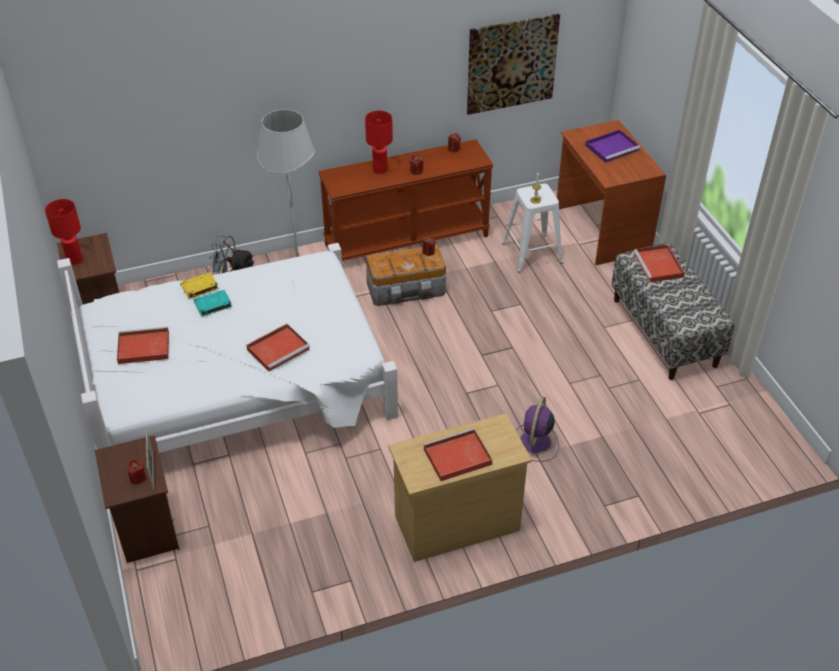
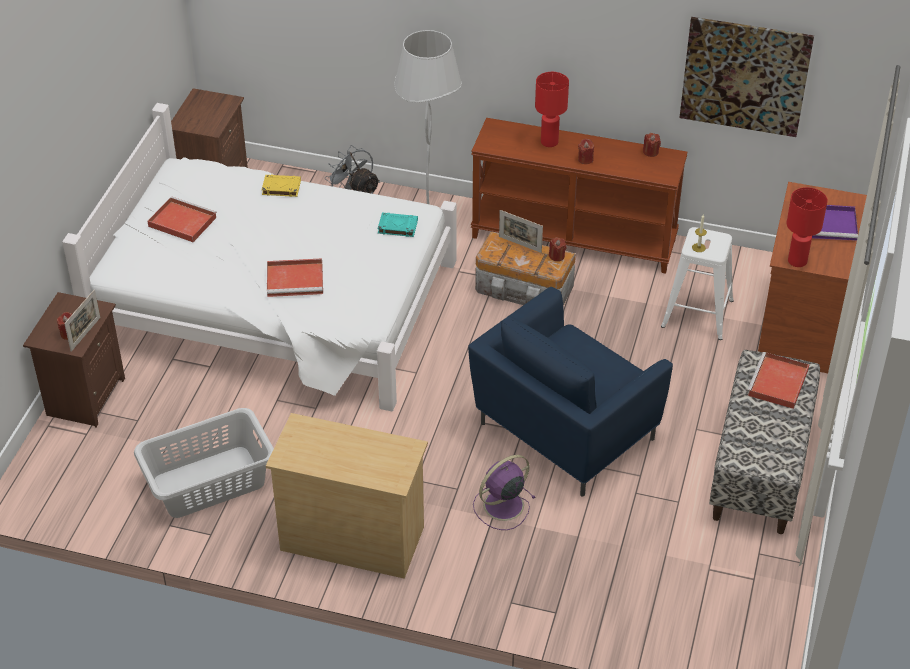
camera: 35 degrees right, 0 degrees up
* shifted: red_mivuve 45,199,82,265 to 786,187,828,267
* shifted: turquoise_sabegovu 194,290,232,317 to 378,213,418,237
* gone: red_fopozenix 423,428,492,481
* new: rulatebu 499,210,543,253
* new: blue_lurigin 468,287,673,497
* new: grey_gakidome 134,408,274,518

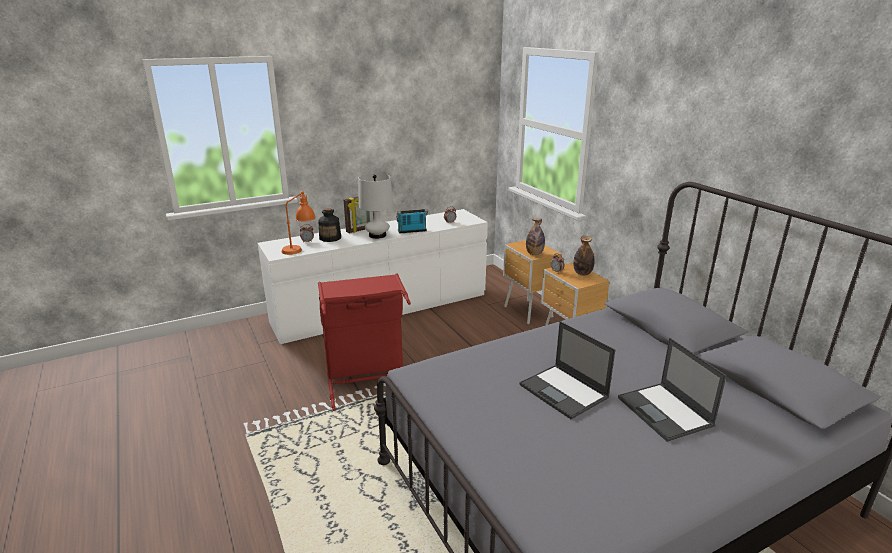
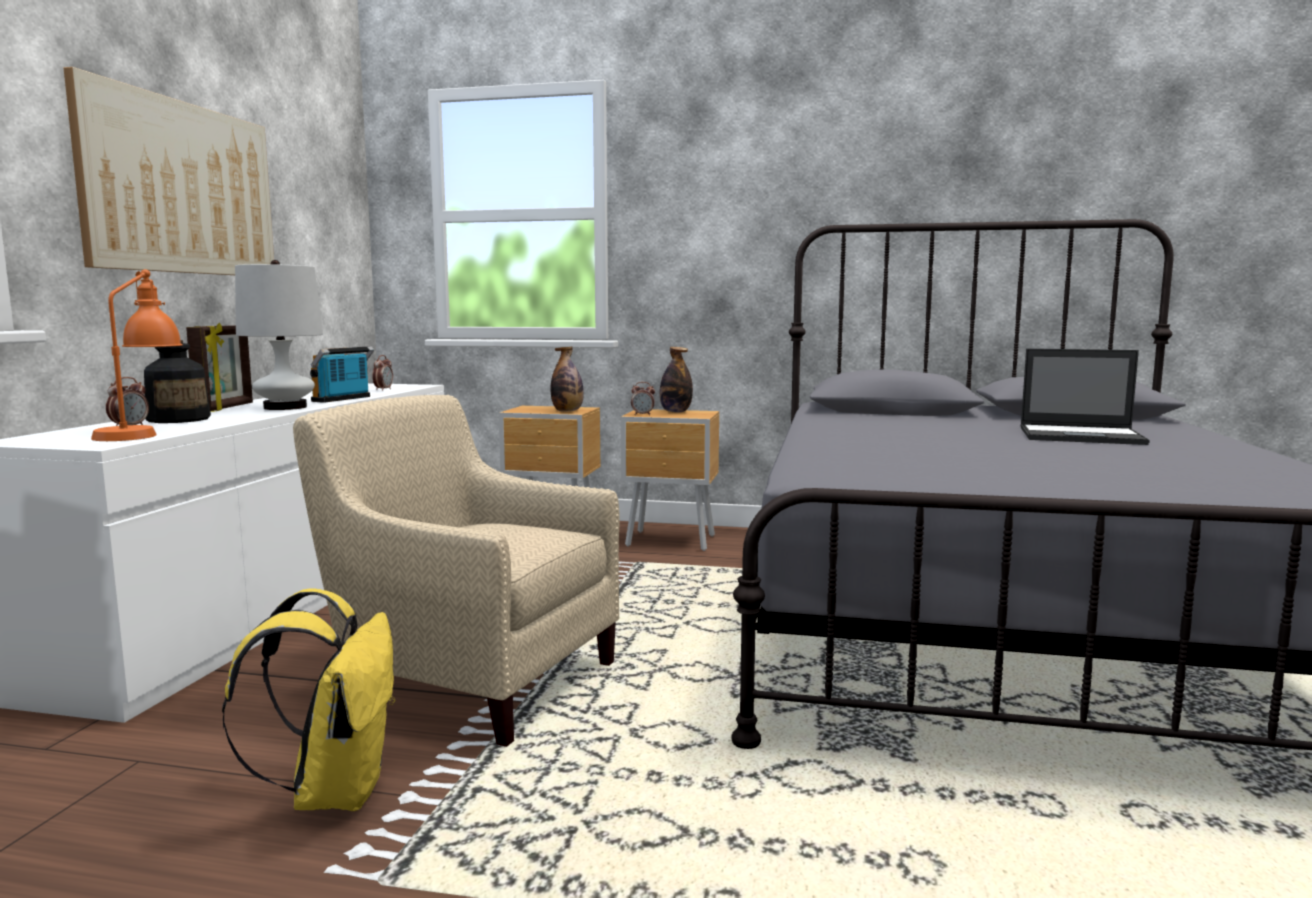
camera: 50 degrees left, 15 degrees down
* swapped: red_gakidome 318,274,411,411 to beige_lurigin 293,395,620,747
* gone: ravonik 519,321,615,419
* new: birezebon 63,67,274,275
* new: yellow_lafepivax 222,588,395,811

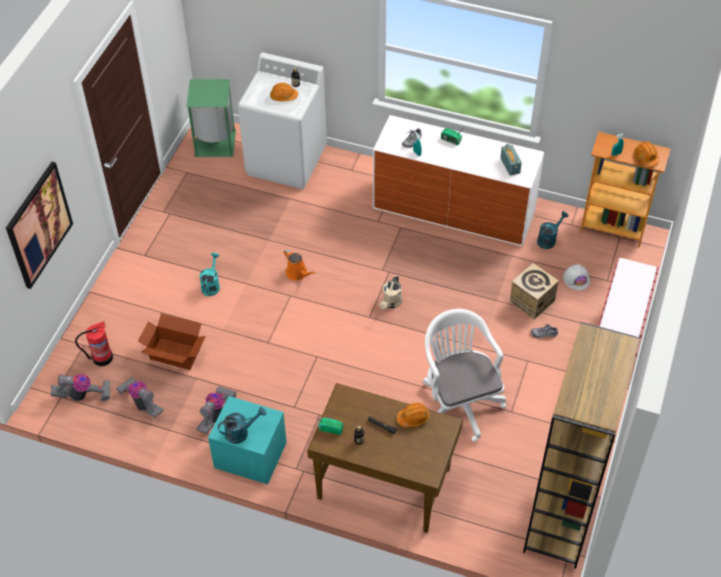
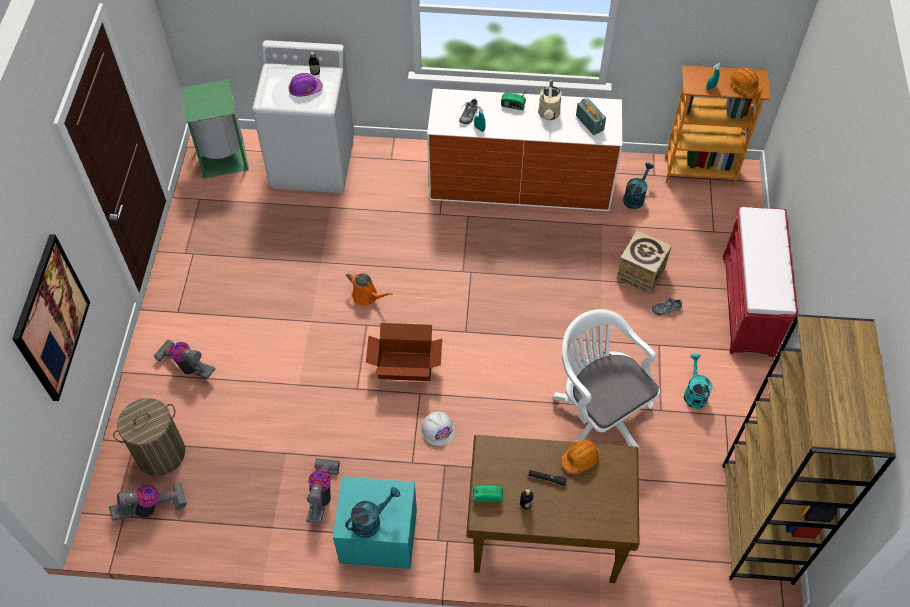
camera: 15 degrees left, 5 degrees up
* repainted: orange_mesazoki 270,83,298,101 to purple_mesazoki 288,73,323,97
* shifted: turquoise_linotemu 199,253,220,296 to 684,354,712,409
* shifted: white_mesazoki 563,264,590,290 to 421,412,455,446
* shifted: beige_linotemu 379,275,402,310 to 538,80,562,120
* shifted: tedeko 138,313,206,370 to 366,323,442,381
* swapped: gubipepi 75,321,113,366 to gakidome 113,398,185,476
* shifted: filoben 116,377,164,418 to 154,340,216,379

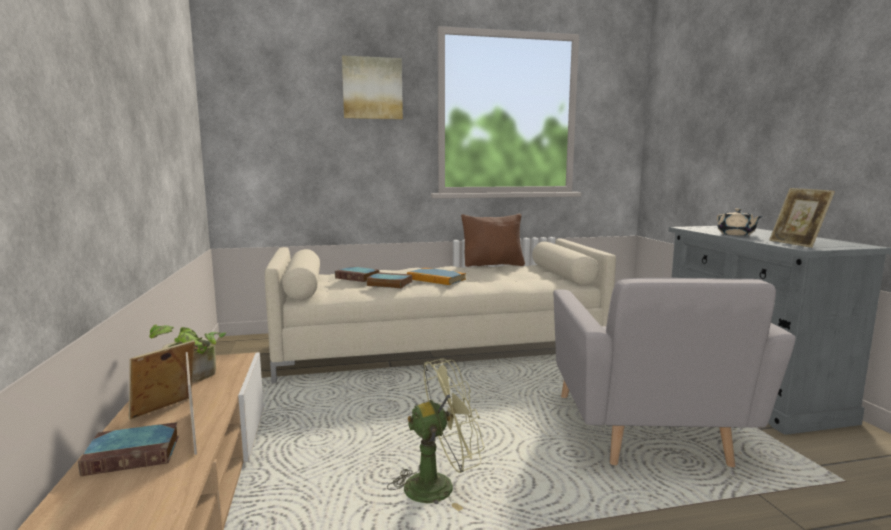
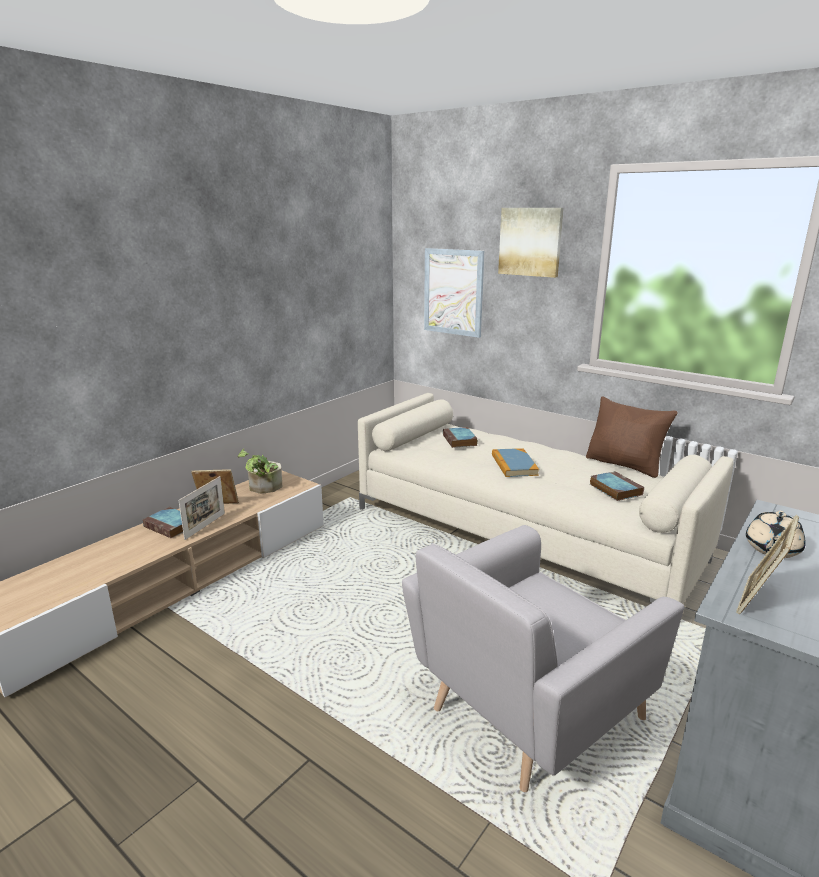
camera: 50 degrees right, 10 degrees up
* shifted: sabegovu 367,272,412,288 to 590,471,644,501
* gone: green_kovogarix 387,359,485,511
* new: birezebon 424,248,484,338

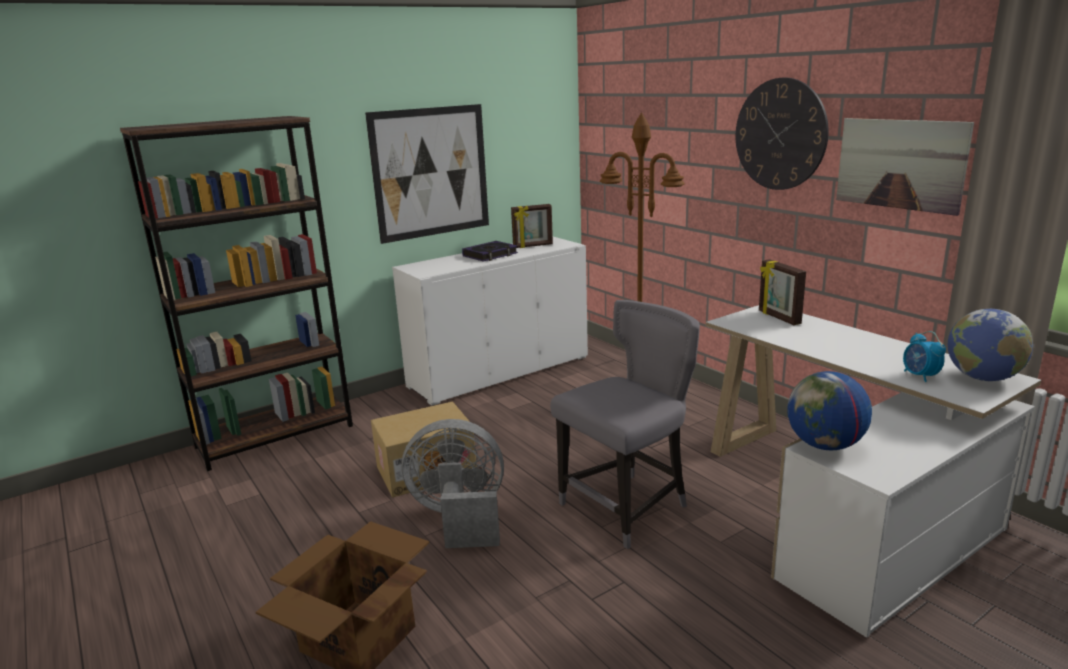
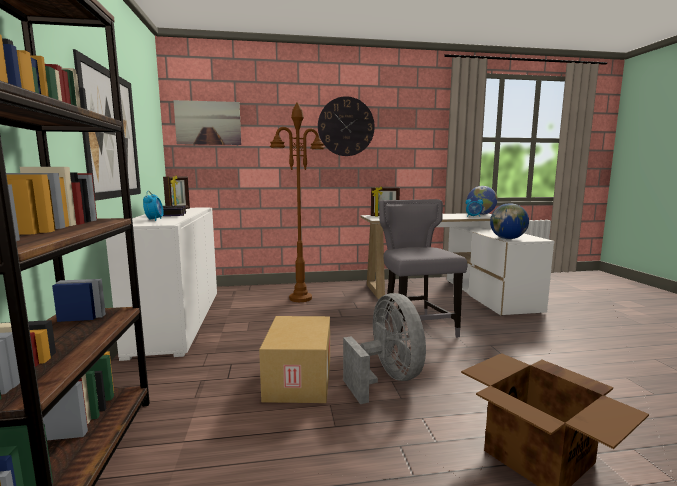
camera: 65 degrees left, 10 degrees down
* shifted: birezebon 836,118,974,216 to 174,100,241,145
* rotated: grey_kovogarix 401,419,504,548 = 343,293,426,404 135 degrees clockwise
* new: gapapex 143,191,164,221

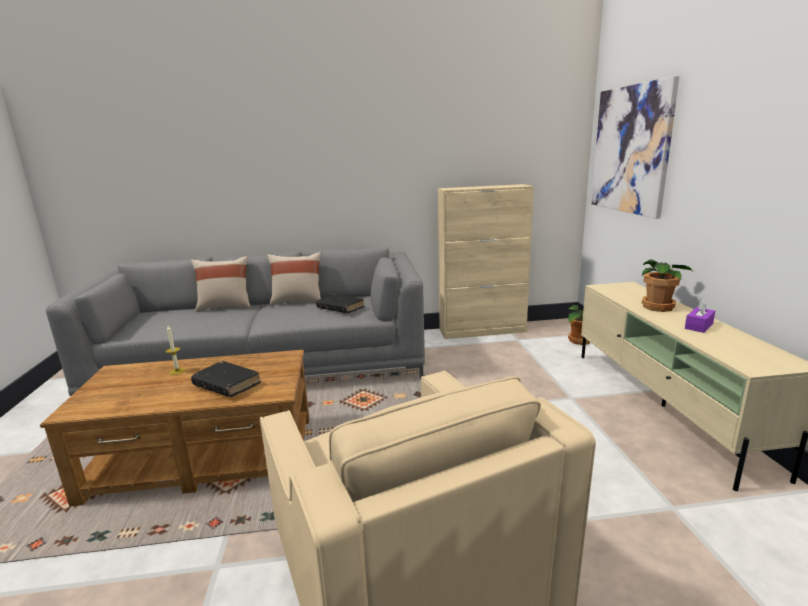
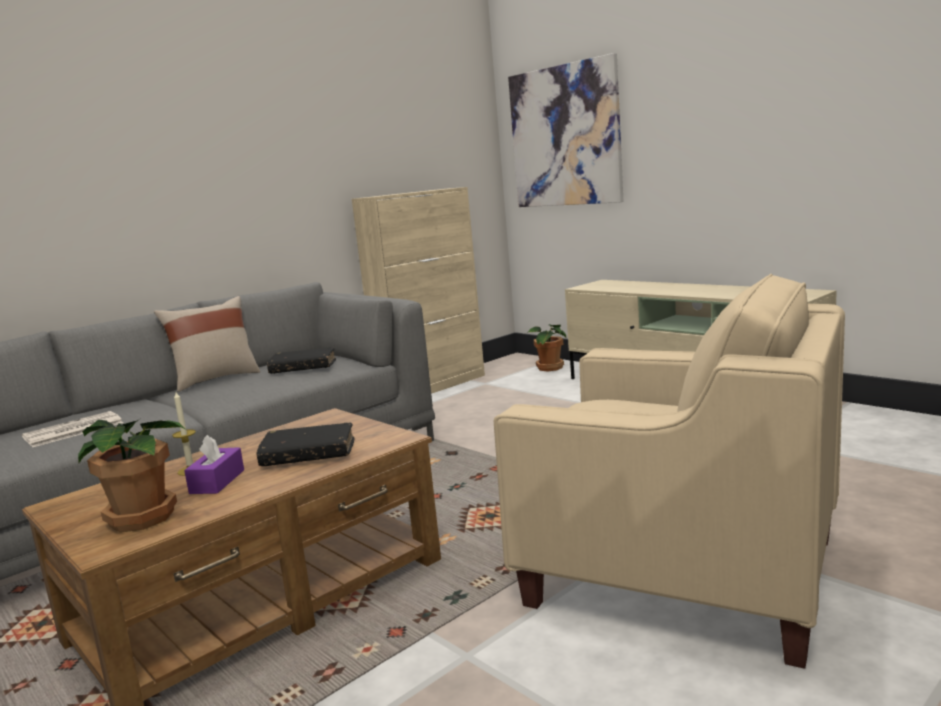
camera: 35 degrees left, 5 degrees down
* gone: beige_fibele 191,256,251,312
* shifted: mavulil 642,259,693,312 to 78,420,185,532
* shifted: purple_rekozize 685,300,715,333 to 184,435,244,494
* new: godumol 22,411,123,447

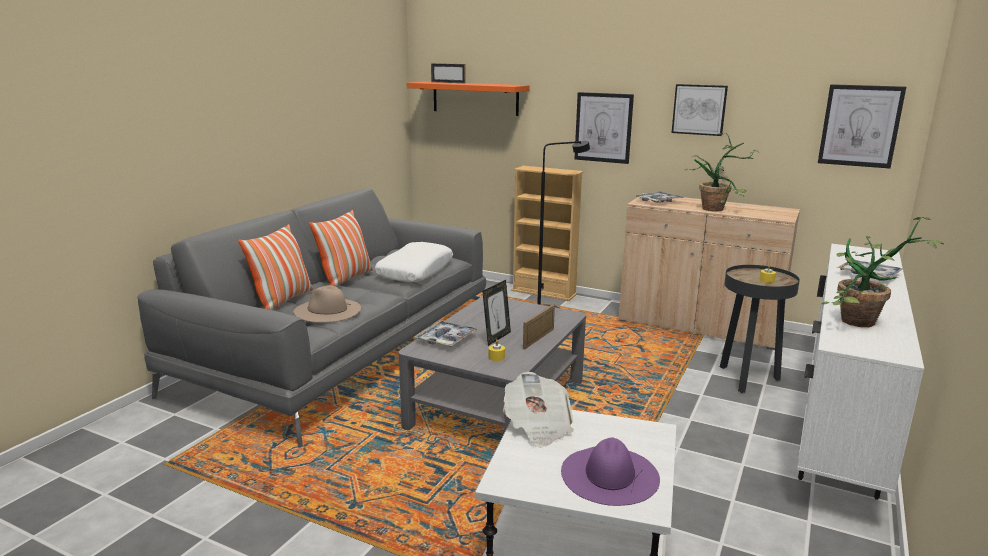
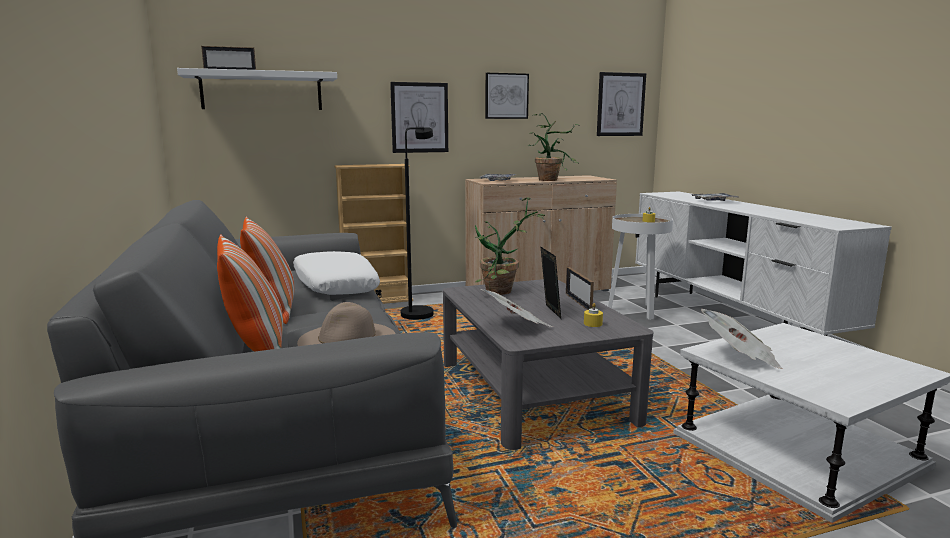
camera: 45 degrees left, 5 degrees down
* repainted: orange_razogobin 407,81,529,116 to white_razogobin 177,68,337,110
* shifted: mavulil 822,217,944,327 to 475,198,545,295
* repainted: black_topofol 720,265,800,393 to white_topofol 608,214,673,320
* swapped: fopozenix 415,321,478,347 to godumol 480,289,552,327
* gone: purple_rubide 561,438,660,506

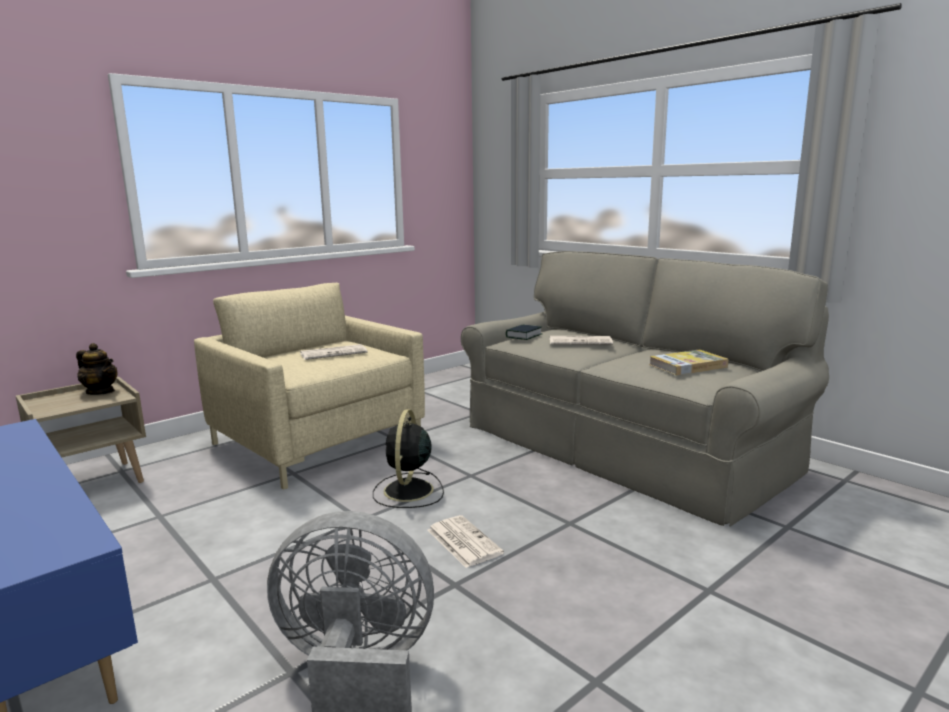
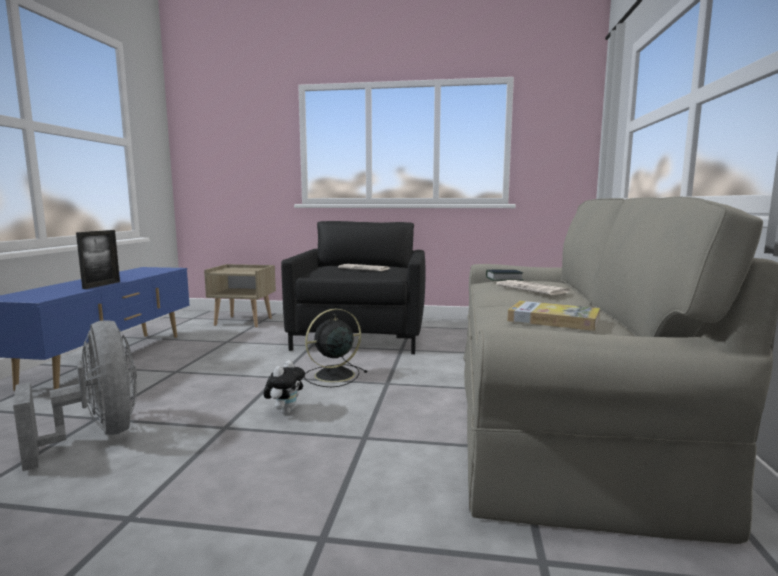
camera: 50 degrees right, 5 degrees down
* repainted: beige_lurigin 194,283,425,490 to black_lurigin 281,221,426,354
* gone: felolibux 76,343,118,395
* swapped: godumol 428,515,504,568 to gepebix 264,360,305,414
* new: rulatebu 76,230,120,289

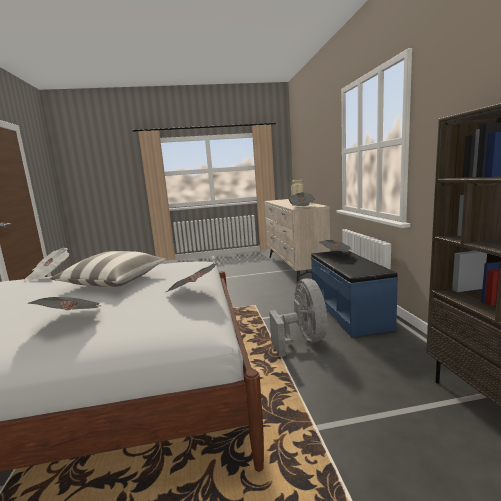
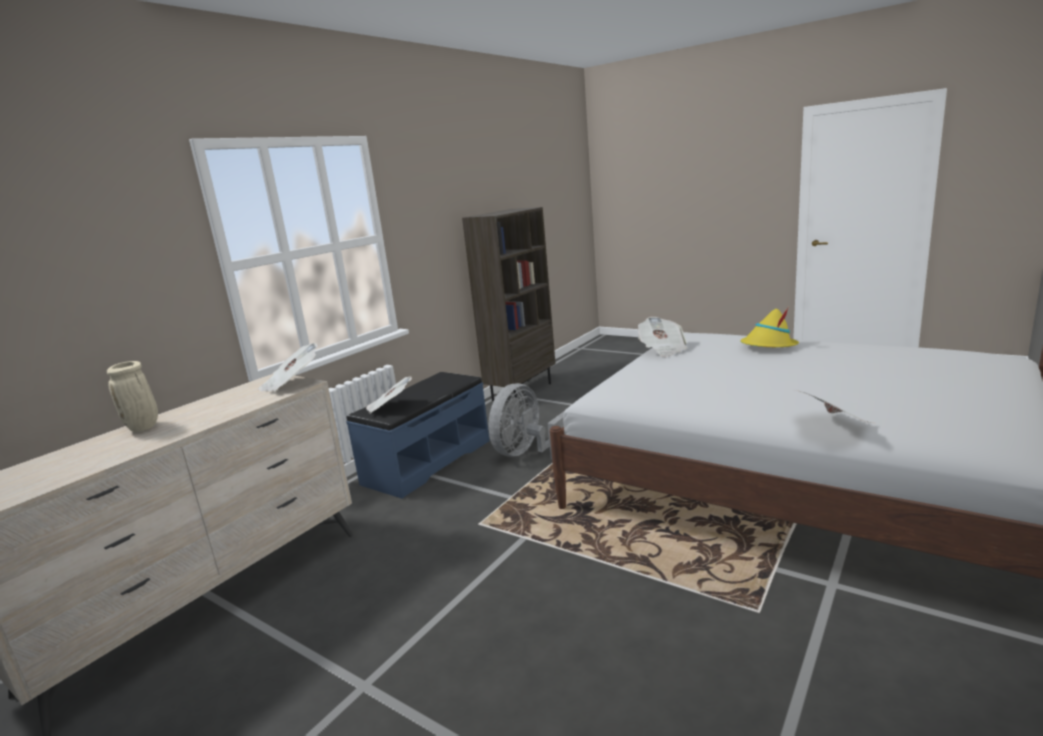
camera: 135 degrees left, 5 degrees up
* gone: fibele 50,251,166,287
* swapped: godumol 27,297,101,310 to yellow_rubide 740,307,799,347

